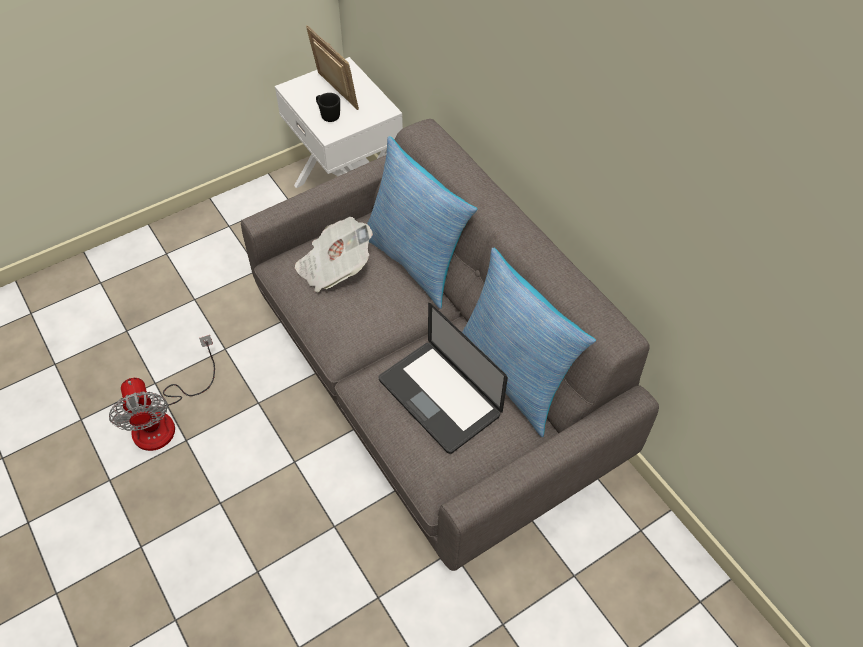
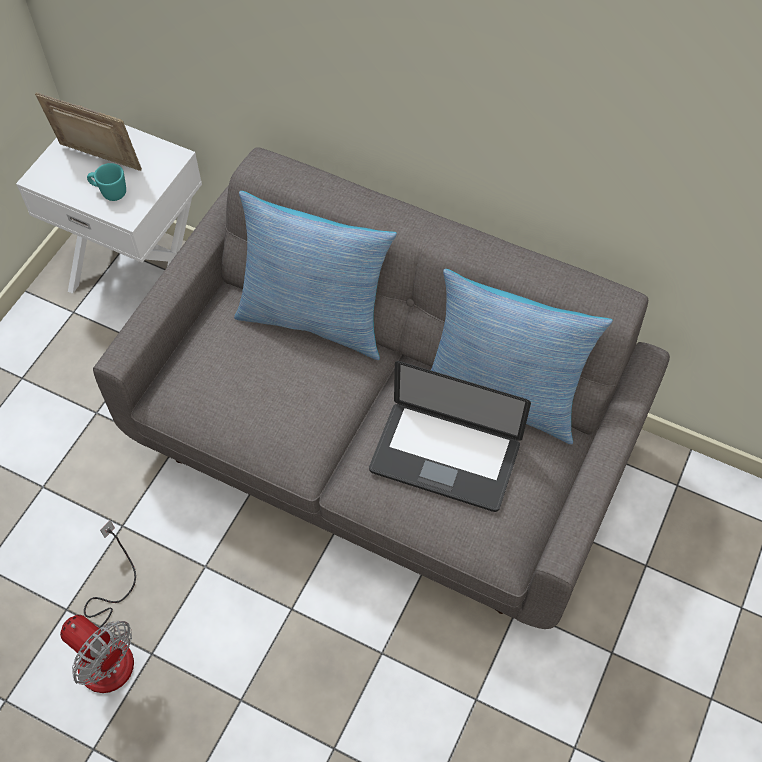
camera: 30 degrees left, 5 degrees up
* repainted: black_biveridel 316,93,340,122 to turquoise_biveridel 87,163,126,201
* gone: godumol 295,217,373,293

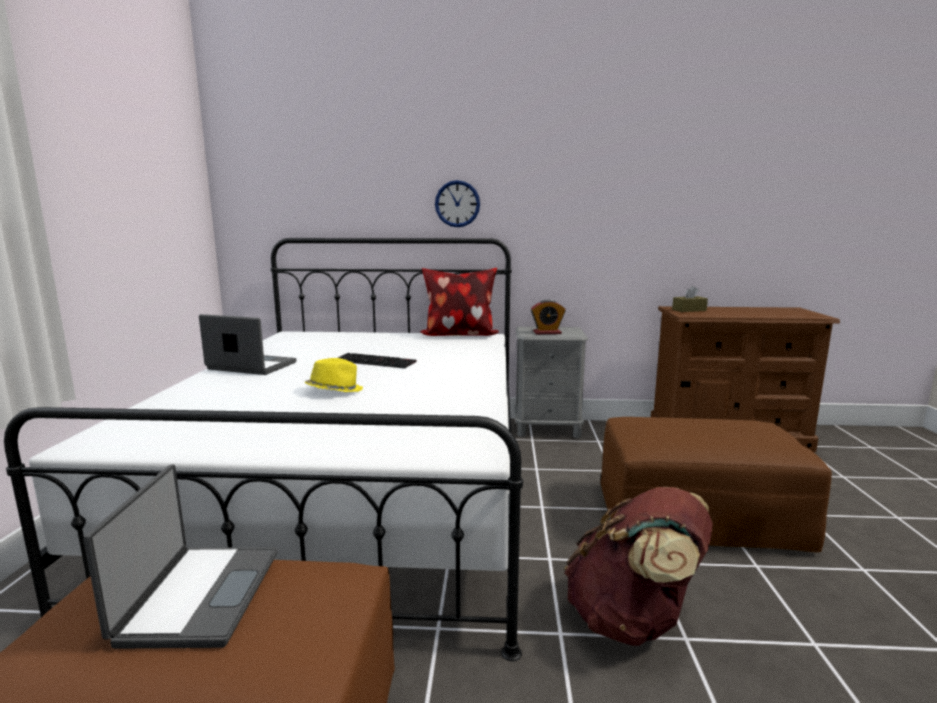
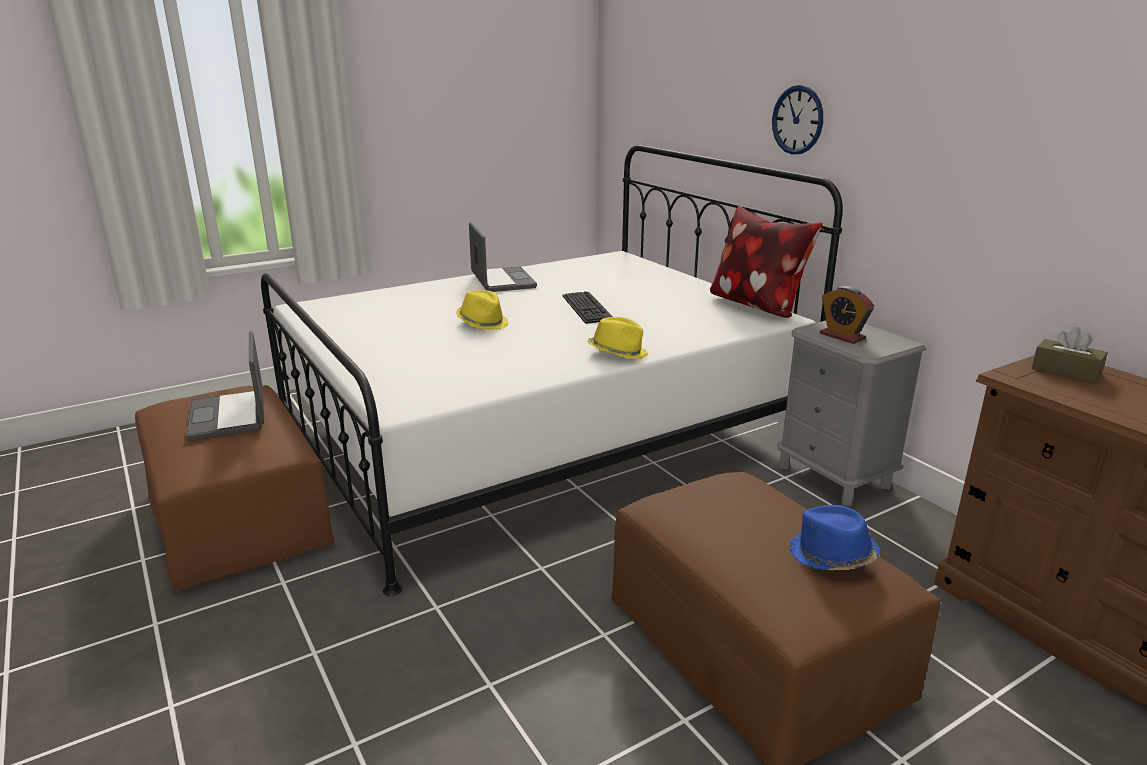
camera: 55 degrees right, 10 degrees up
* rotated: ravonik 84,465,278,649 = 185,331,264,441 105 degrees clockwise
* gone: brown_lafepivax 564,487,713,646
* new: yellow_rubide 587,317,648,359
* new: blue_rubide 790,505,881,570

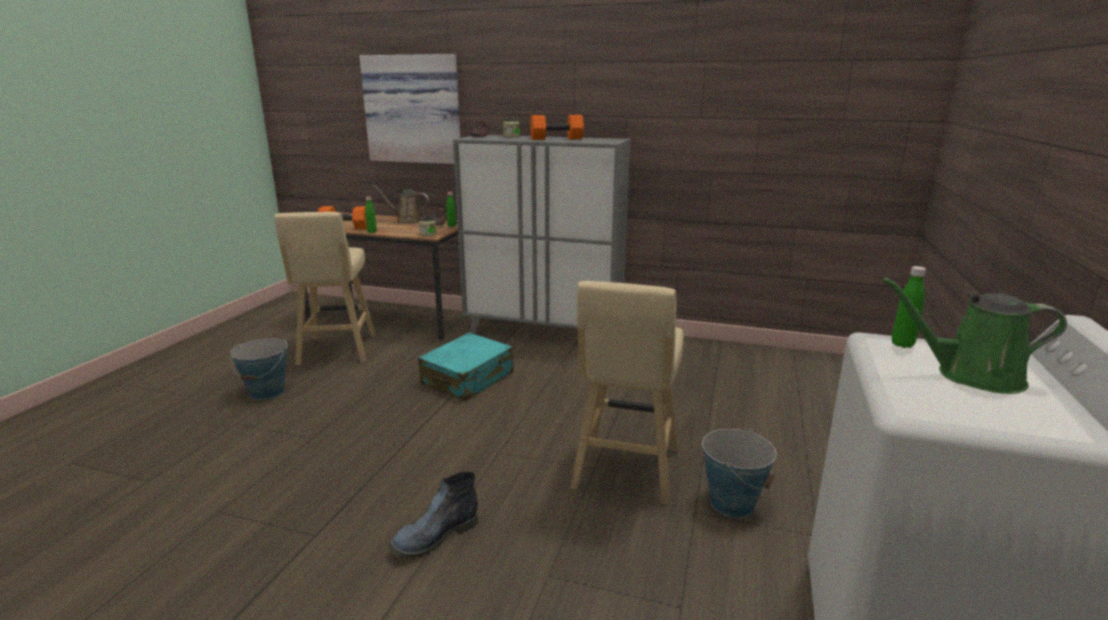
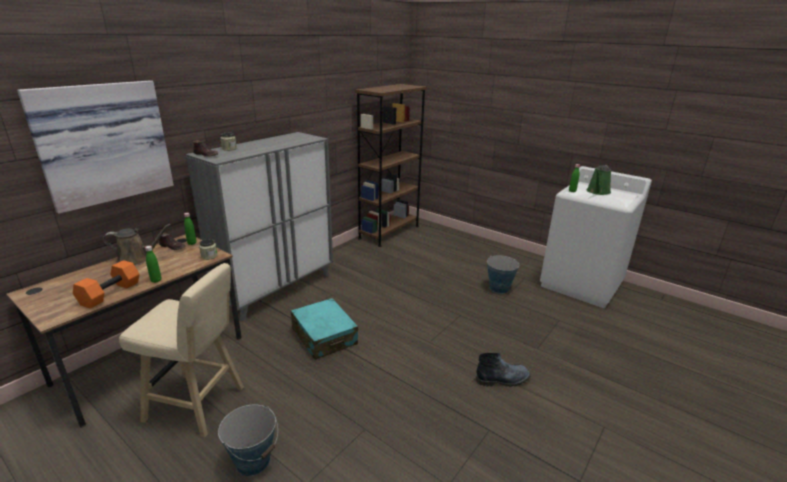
camera: 70 degrees left, 5 degrees up
* gone: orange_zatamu 530,115,584,140
* rotated: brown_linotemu 372,185,429,224 = 103,224,171,266 135 degrees counterclockwise
* gone: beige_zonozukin 570,281,684,505
* rotated: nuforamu 388,471,478,559 = 476,353,531,387 75 degrees counterclockwise
* new: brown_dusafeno 355,84,427,247

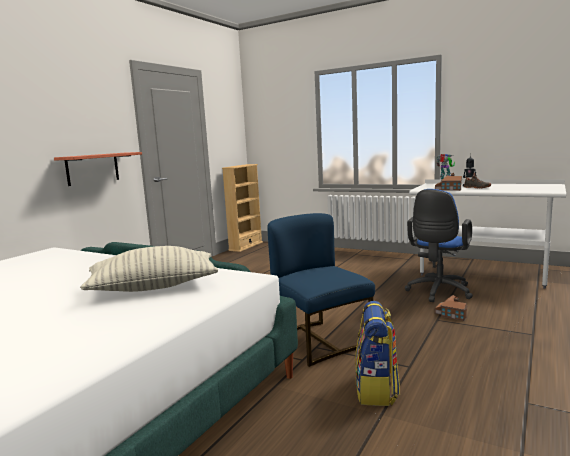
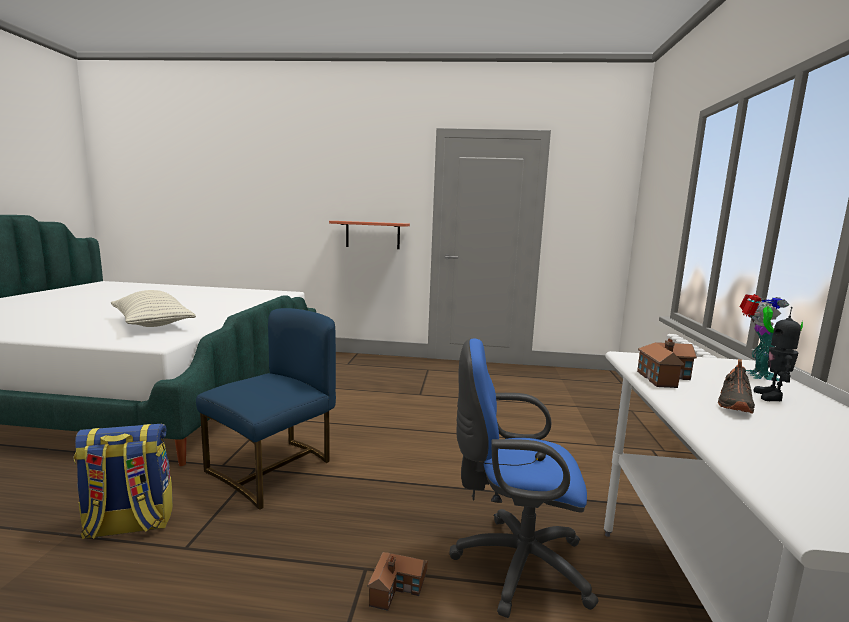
camera: 65 degrees right, 0 degrees up
* gone: beige_dusafeno 222,164,263,252

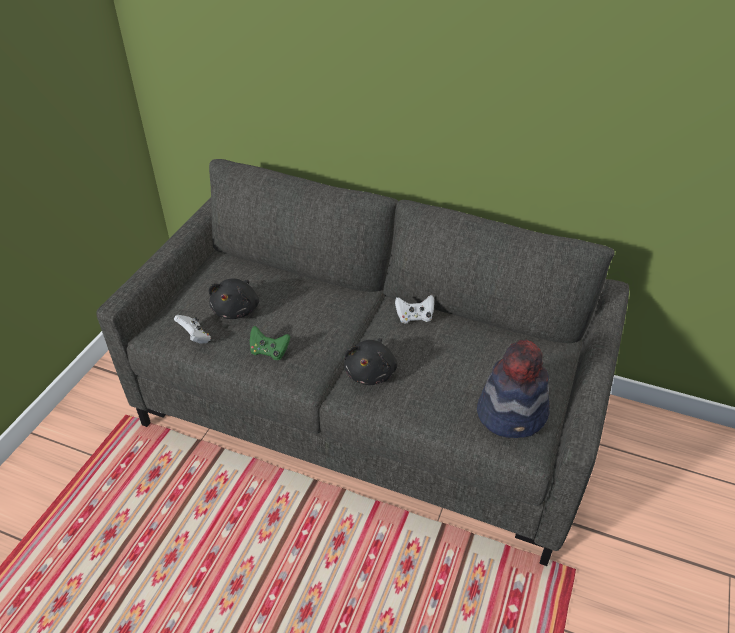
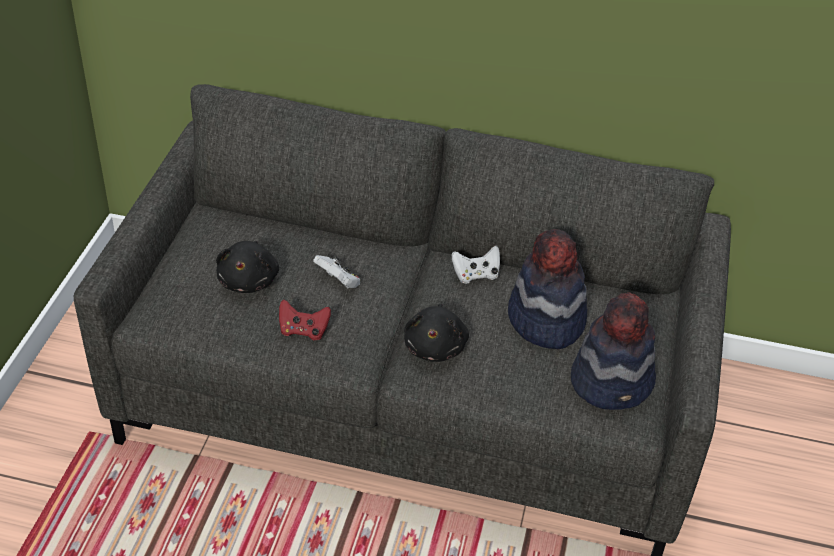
camera: 10 degrees left, 0 degrees up
* shifted: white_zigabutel 174,315,211,343 to 313,255,360,288
* repainted: green_zigabutel 250,326,290,360 to red_zigabutel 279,299,331,341
* new: rubide 508,229,587,349

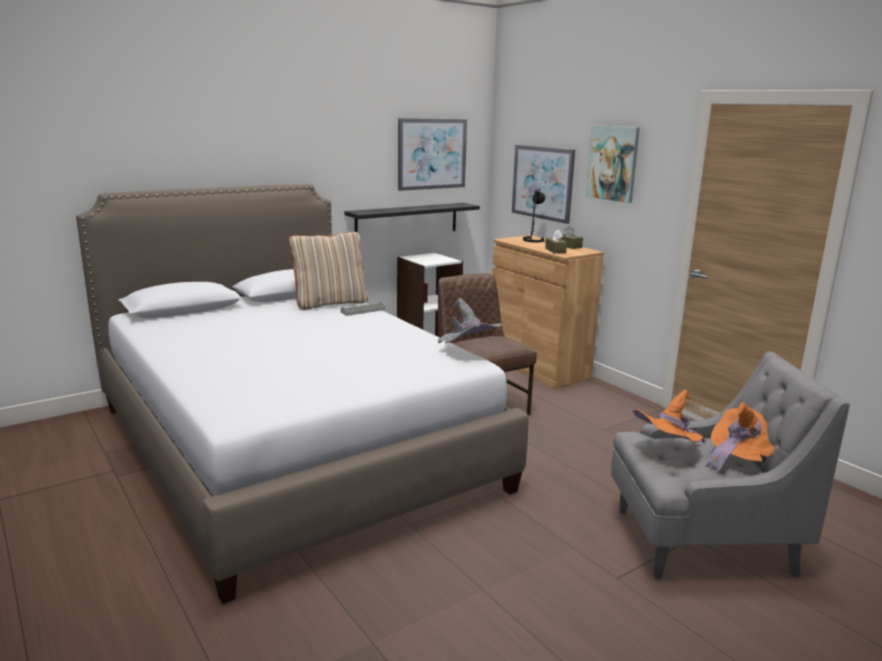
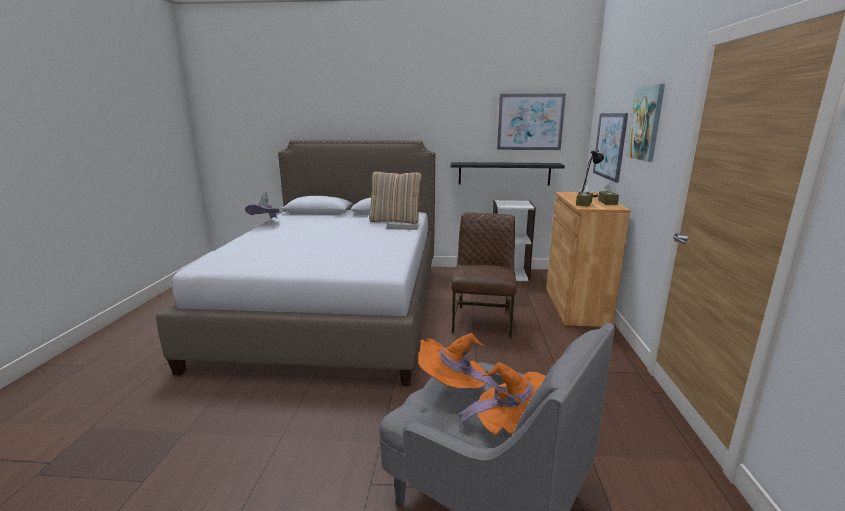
camera: 40 degrees right, 0 degrees up
* shifted: grey_rubide 438,298,501,343 to 245,191,280,219

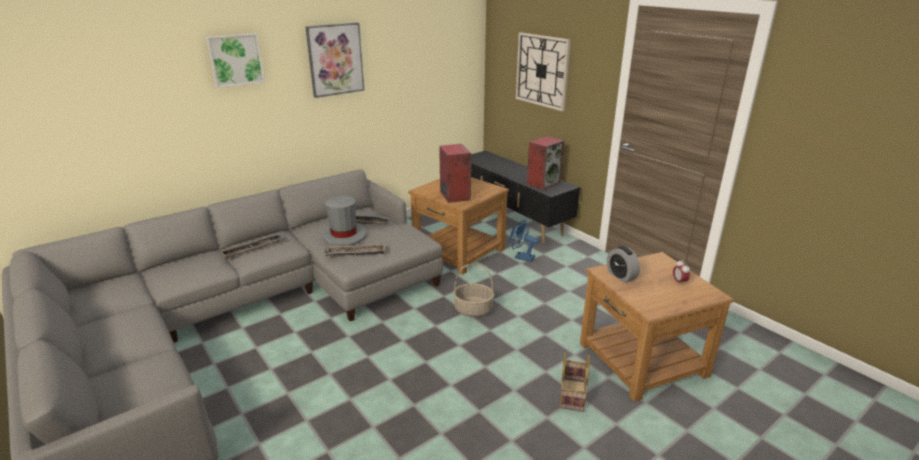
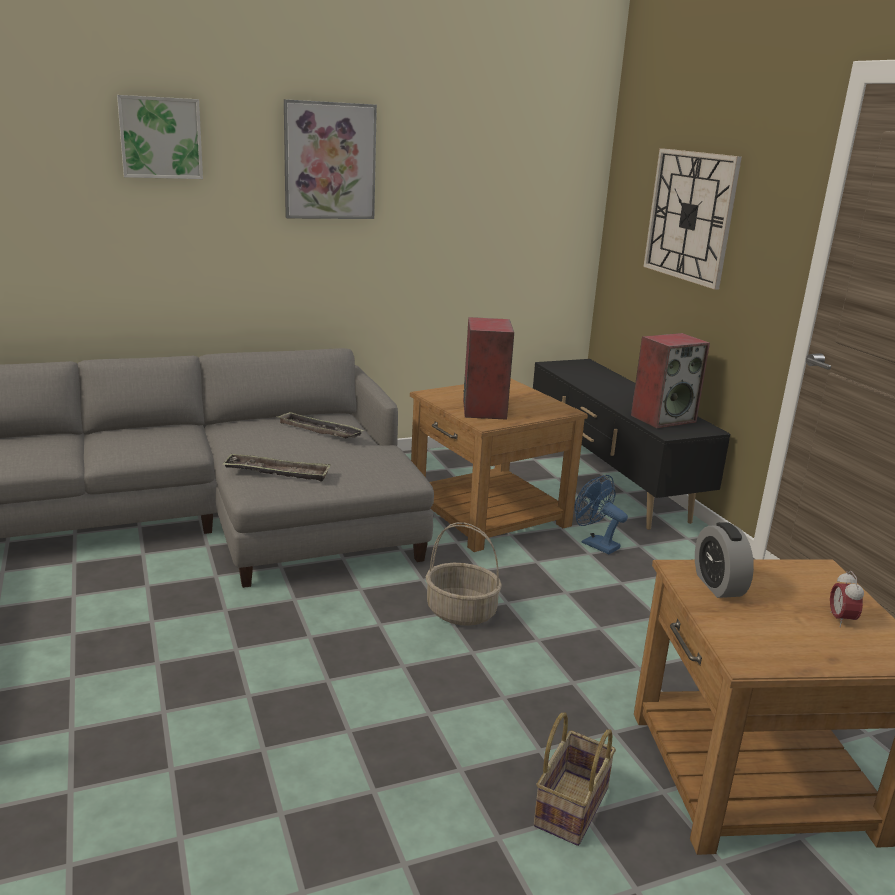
camera: 15 degrees right, 5 degrees down
* gone: grey_rubide 322,196,366,246
* gone: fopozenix 220,234,283,259

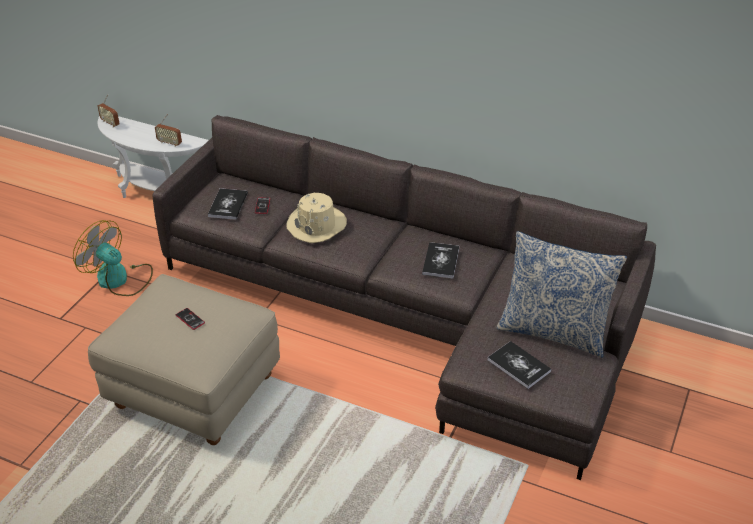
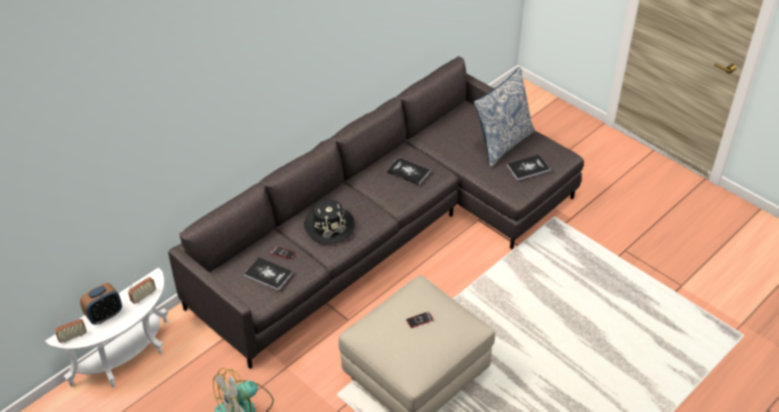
camera: 70 degrees left, 5 degrees up
* repainted: beige_rubide 286,193,347,243 to black_rubide 304,199,354,244
* new: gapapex 80,283,122,325

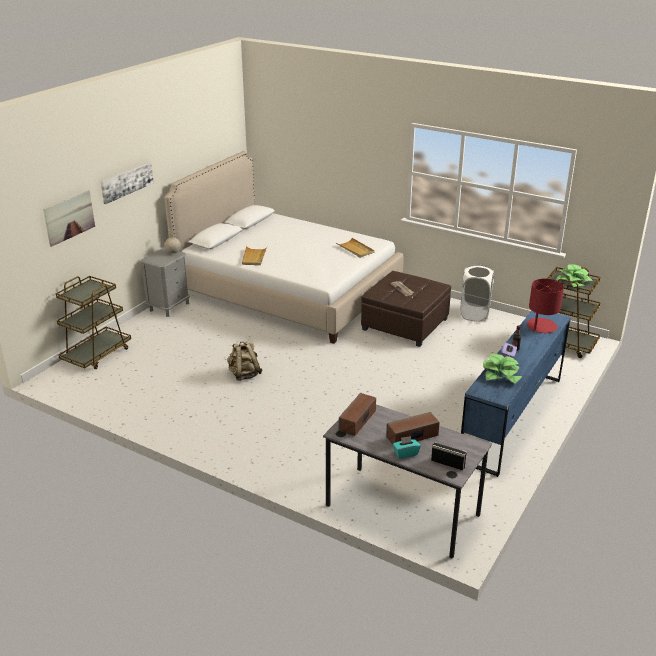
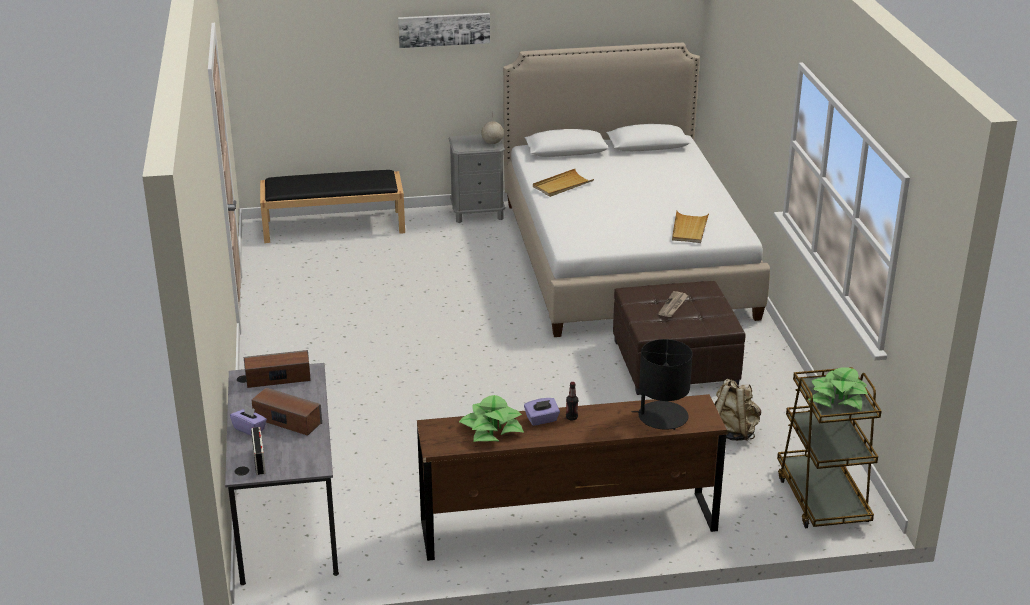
camera: 50 degrees right, 0 degrees up
* gone: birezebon 43,190,95,247
* gone: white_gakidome 460,264,495,322
* swapped: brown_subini 56,276,131,369 to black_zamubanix 260,170,405,243
* repainted: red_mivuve 527,279,564,333 to black_mivuve 631,339,693,430
* repainted: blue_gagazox 461,311,571,477 to brown_gagazox 417,394,727,561
* shifted: beige_lafepivax 227,340,263,381 to 714,379,761,441
* repainted: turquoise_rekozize 393,436,421,459 to purple_rekozize 230,405,267,436

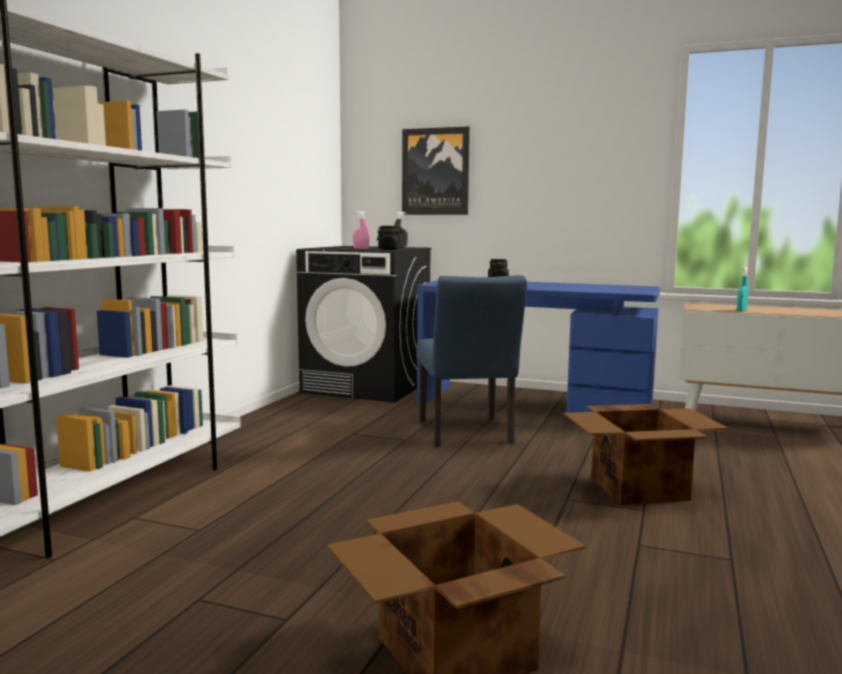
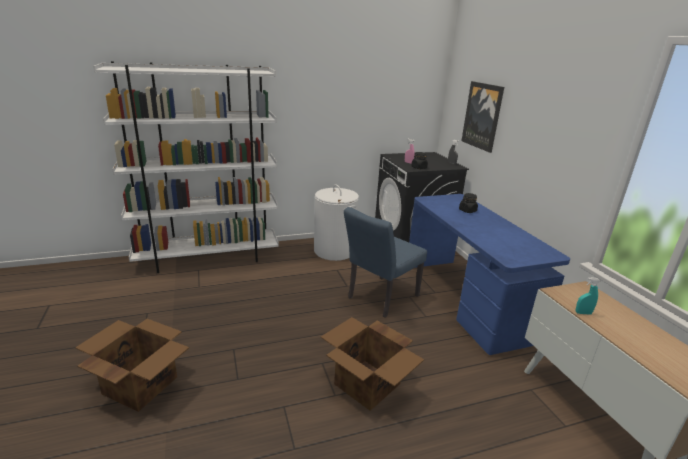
camera: 50 degrees right, 15 degrees up
* new: white_gakidome 314,185,359,261

